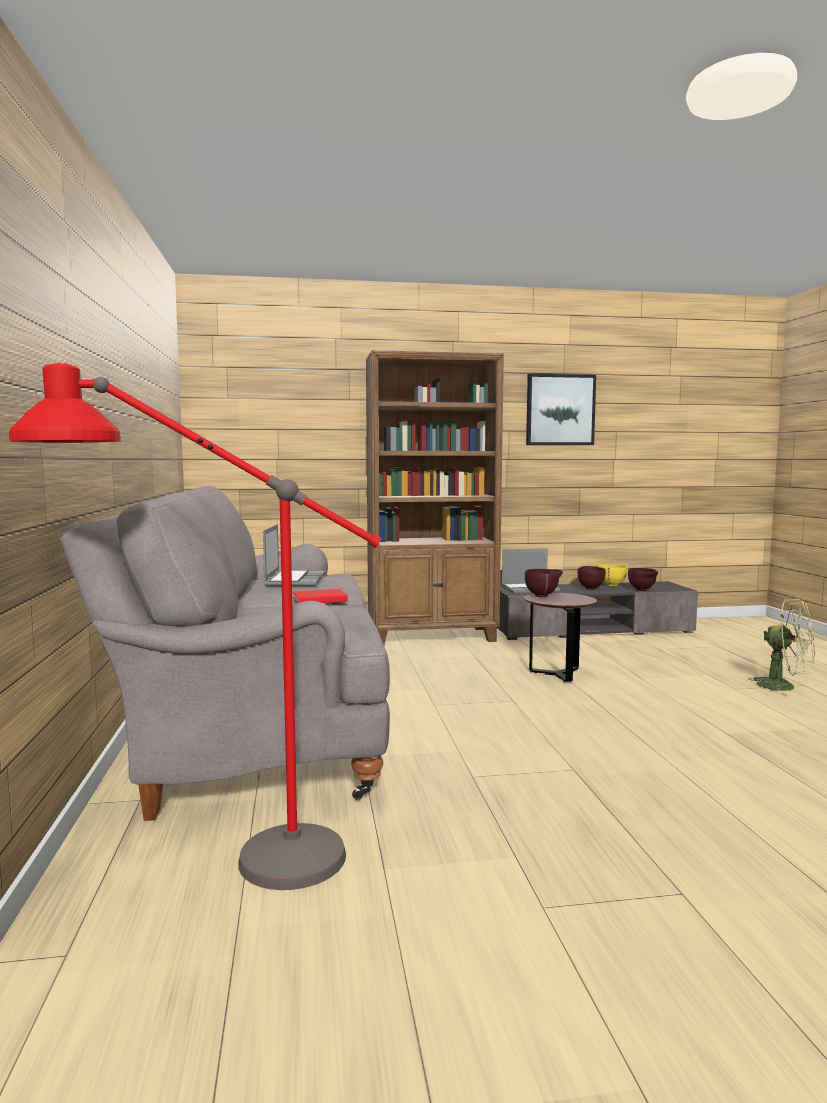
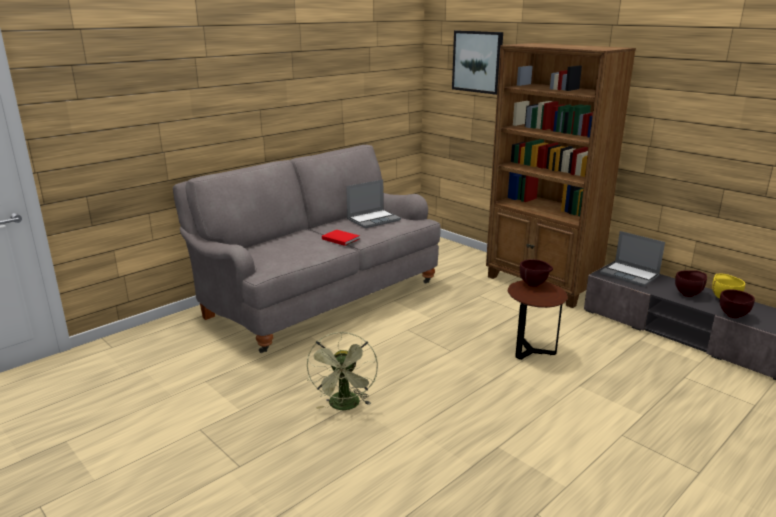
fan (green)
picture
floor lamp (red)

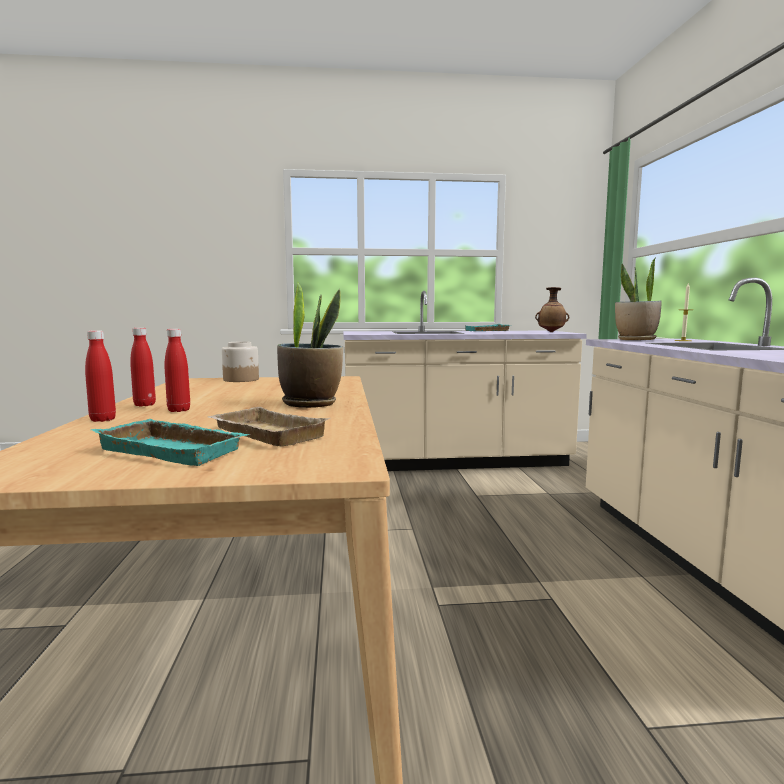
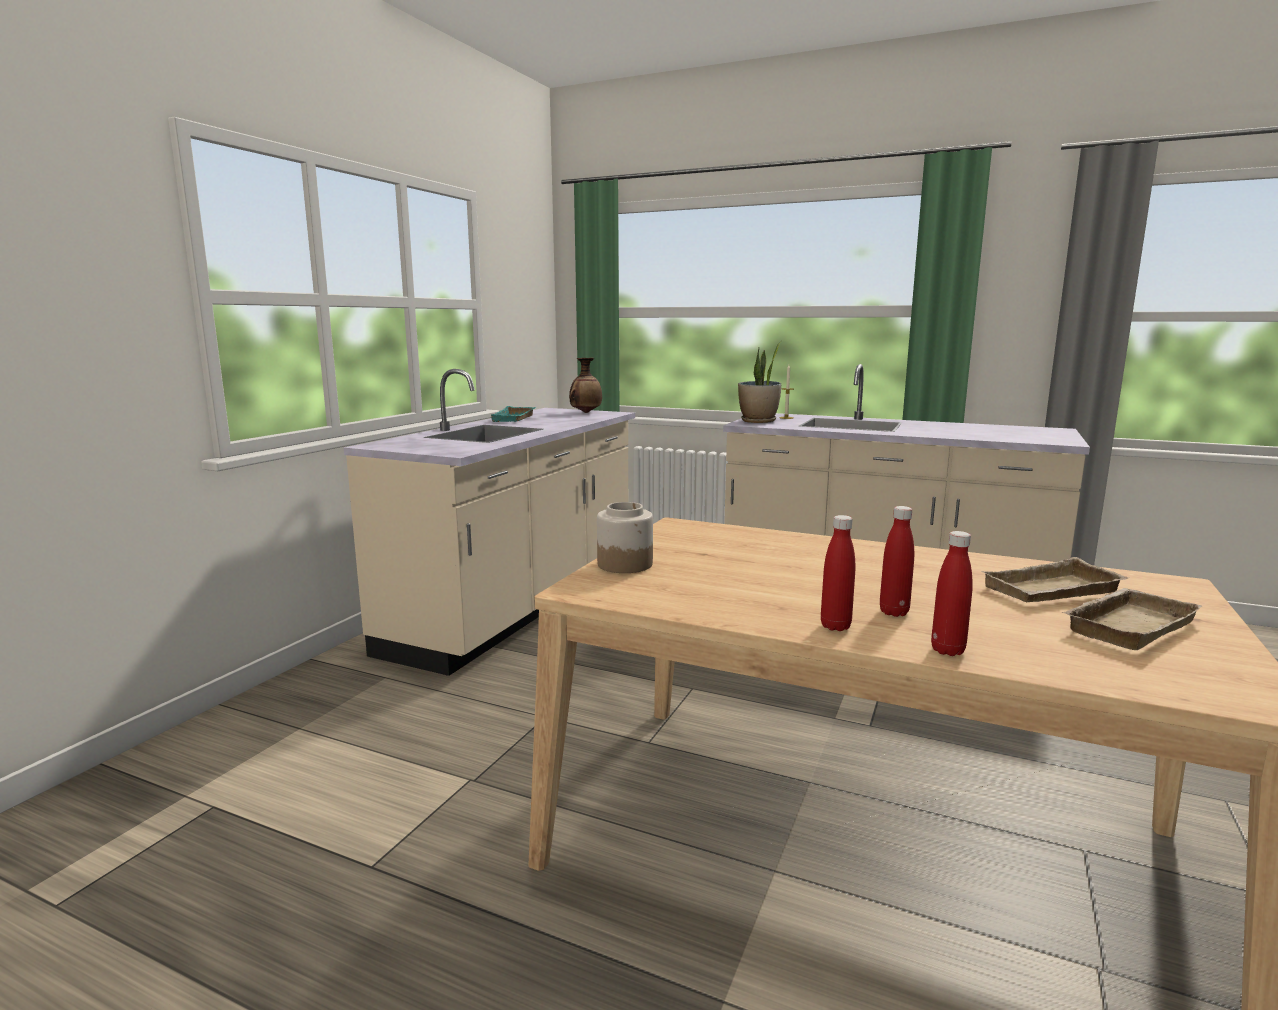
tray (beige) (2nd from left)
potted plant (1st from left in the first image)

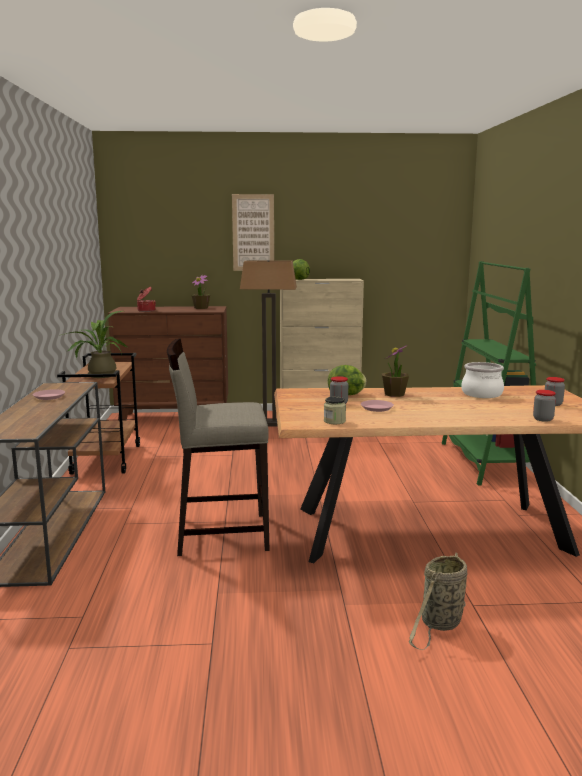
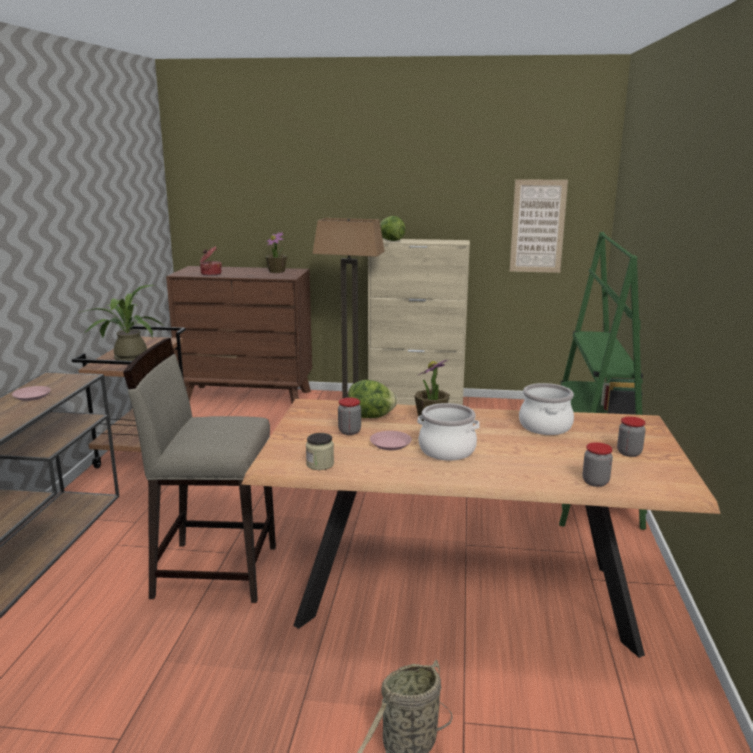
cooking pot (2nd from left)
picture

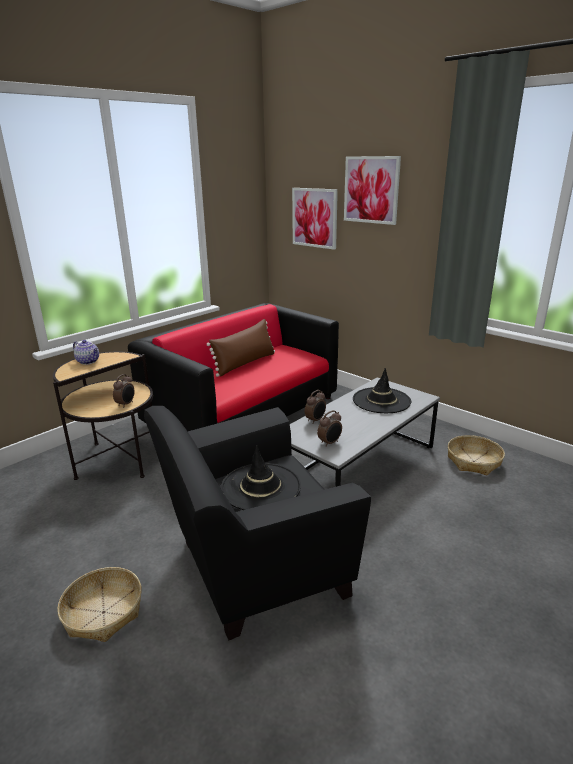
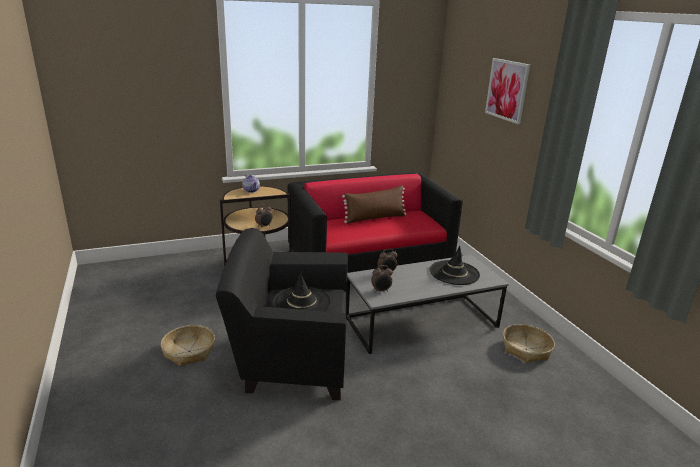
picture (1st from left in the first image)

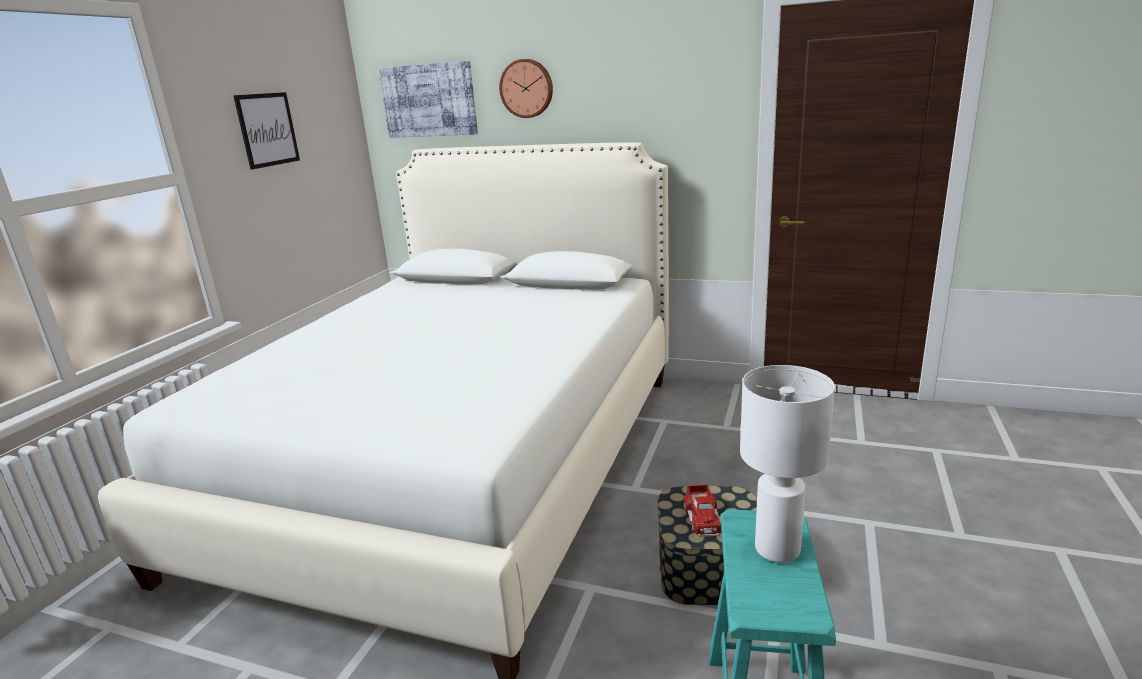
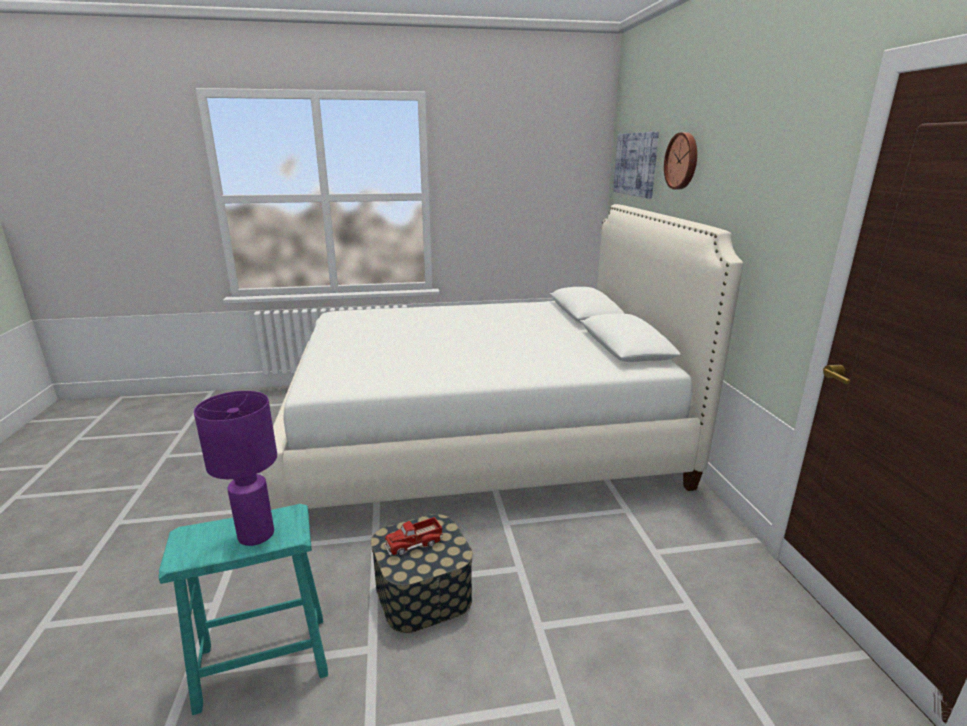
table lamp (purple)
picture (1st from left in the first image)

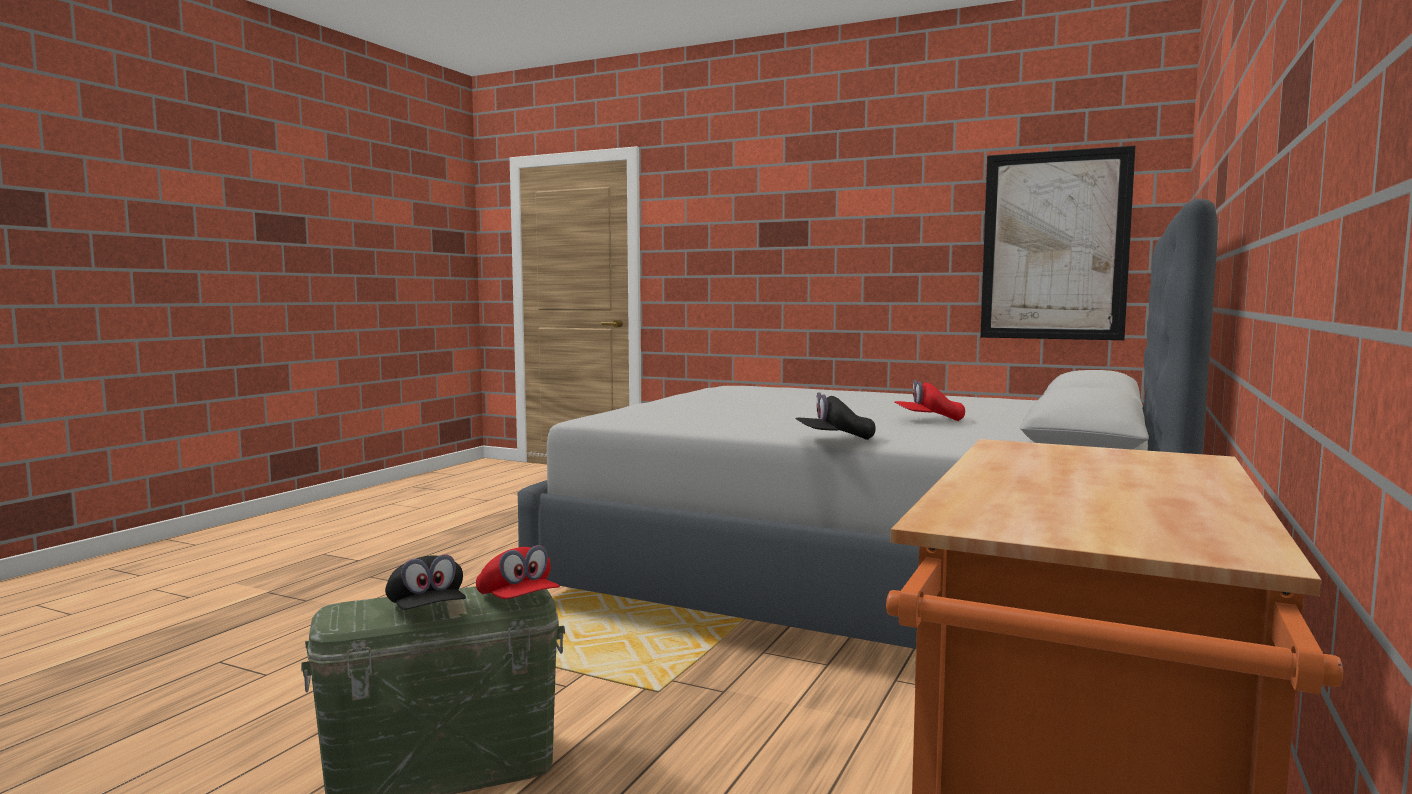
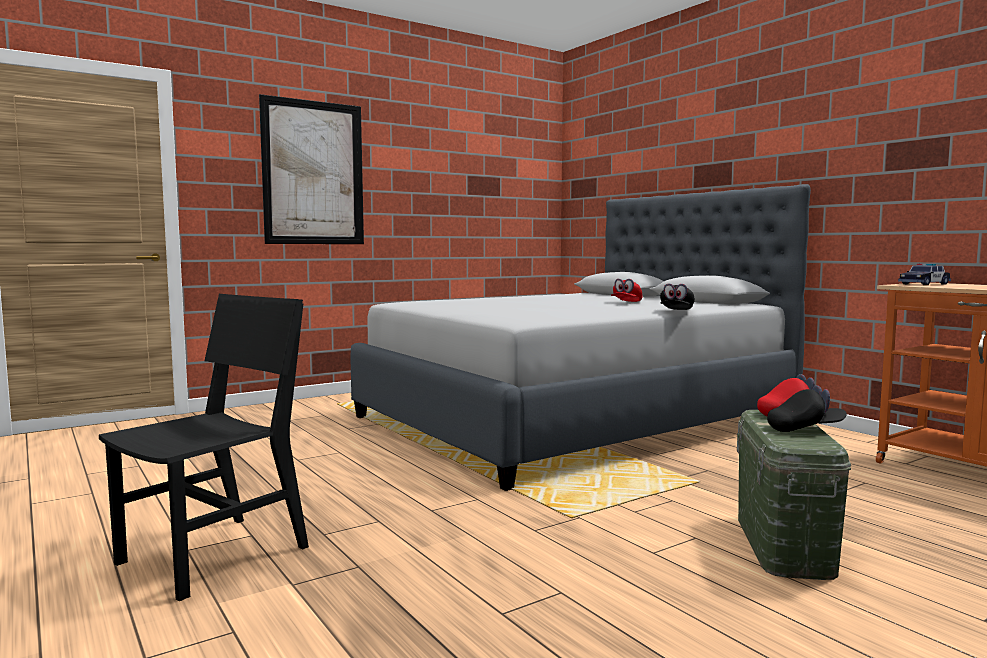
chair (black)
picture
toy car

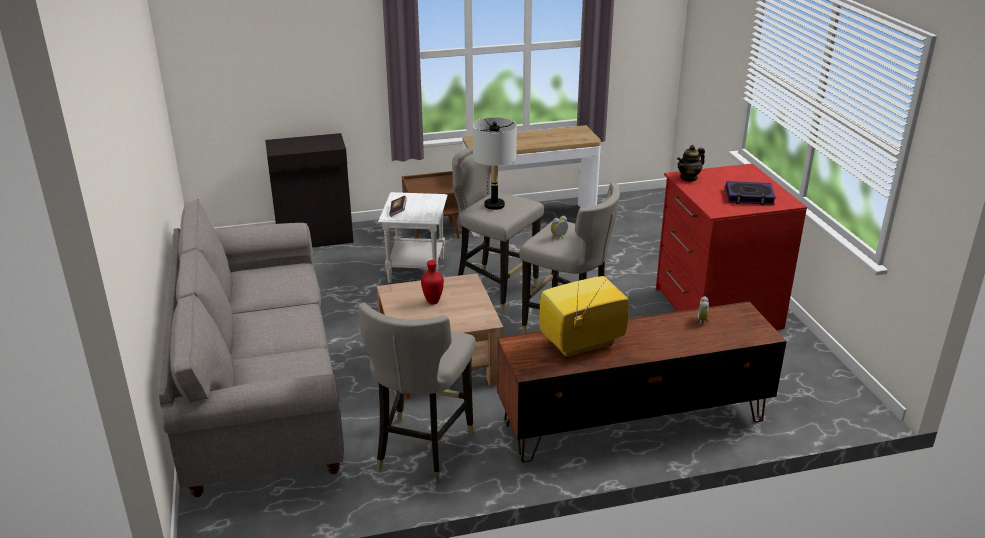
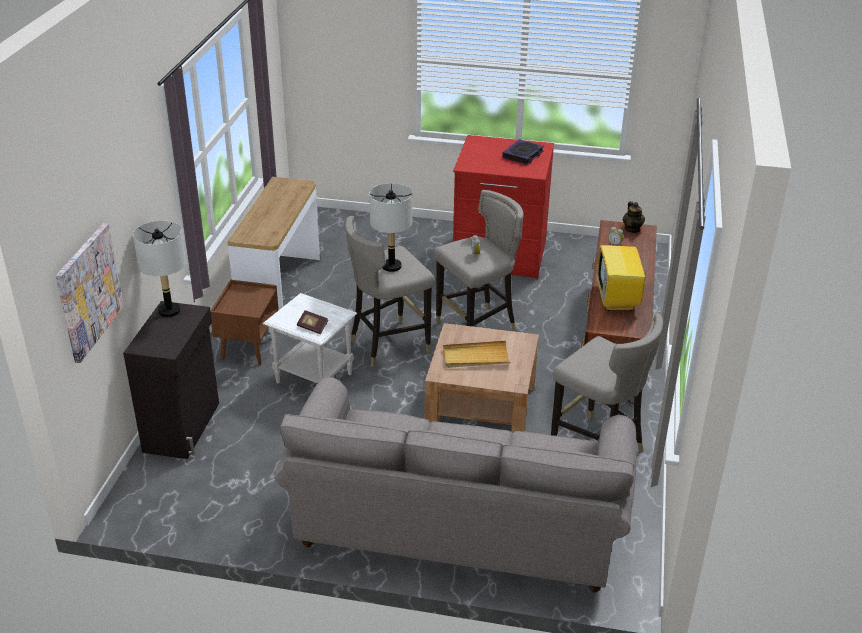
picture
table lamp (grey) (1st from left)
tray (beige)
teapot

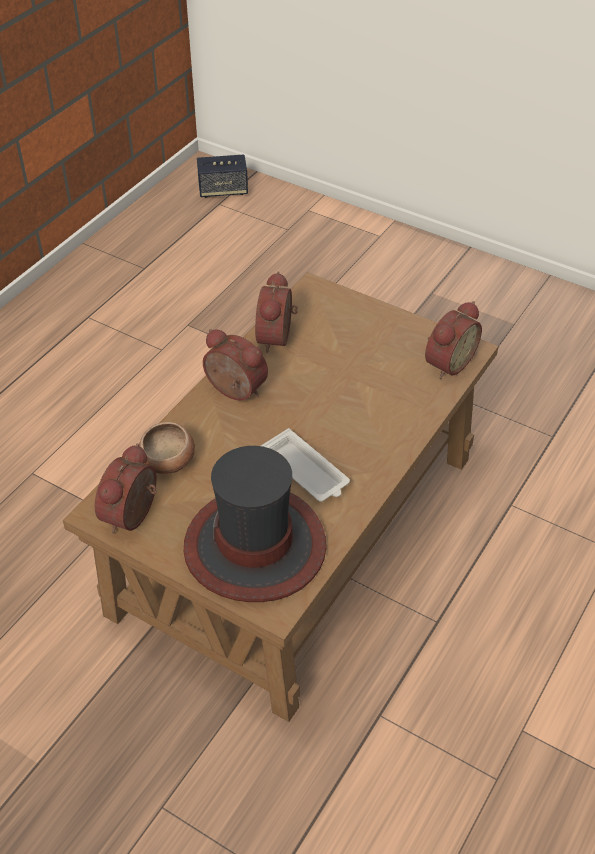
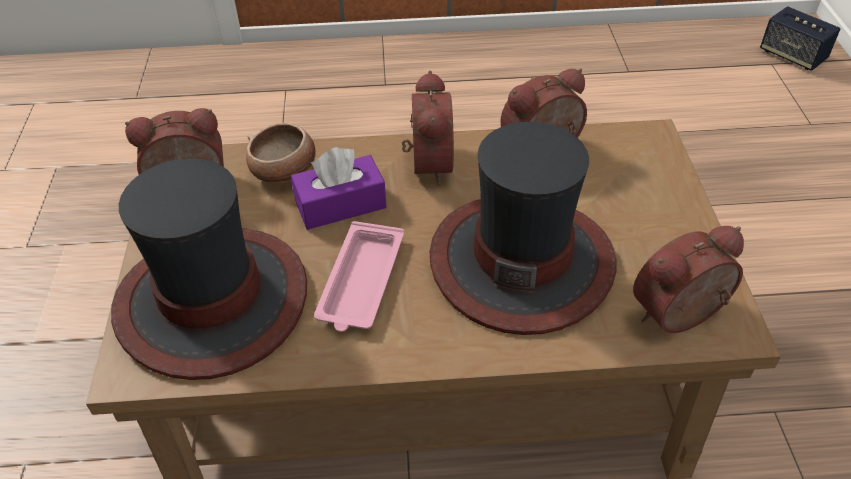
tissue box (purple)
tray (pink)
hat (2nd from left)
alarm clock (4th from left)

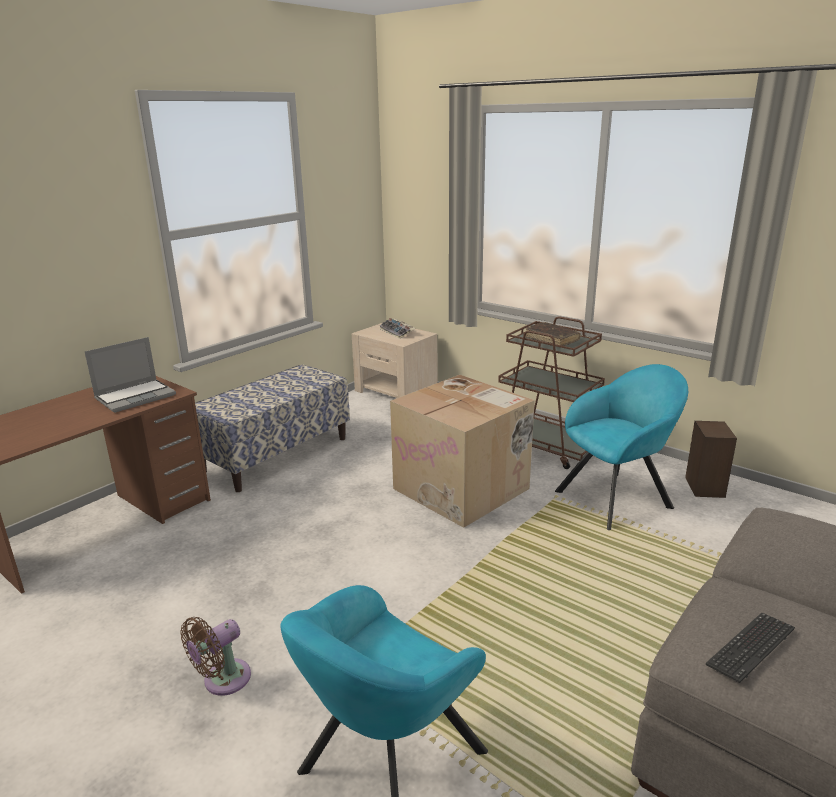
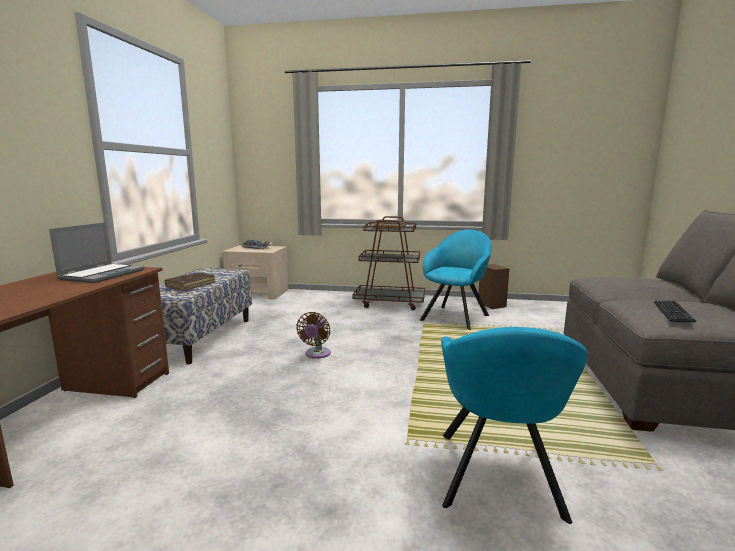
book (brown) (1st from left)
fan (brown)
cardboard box

